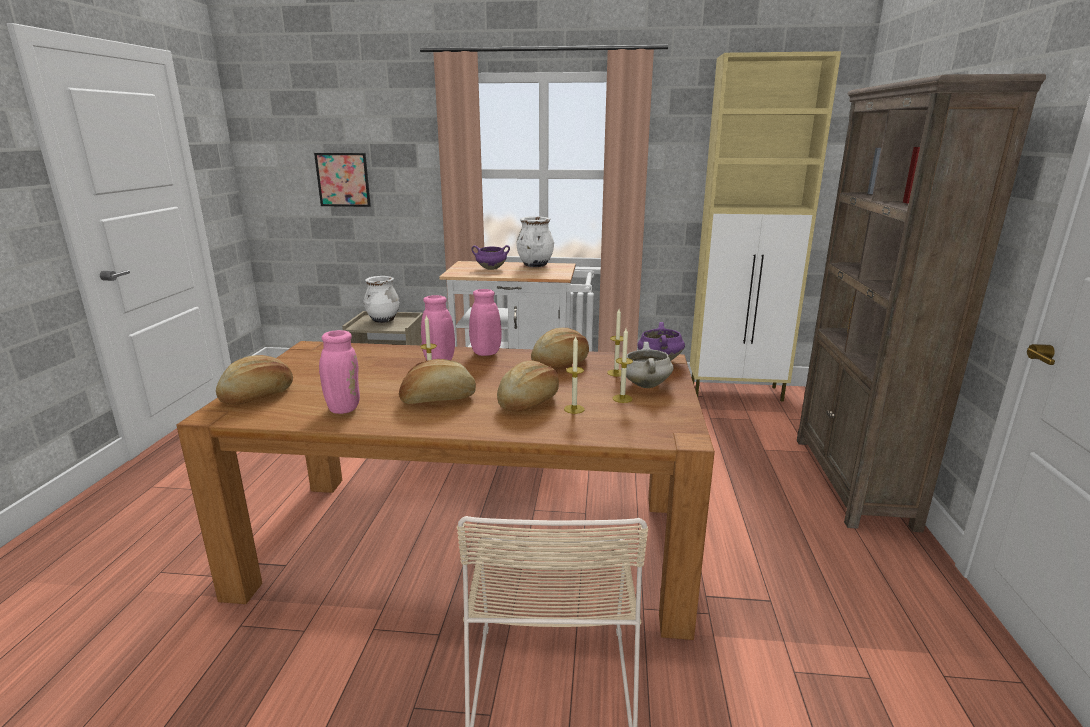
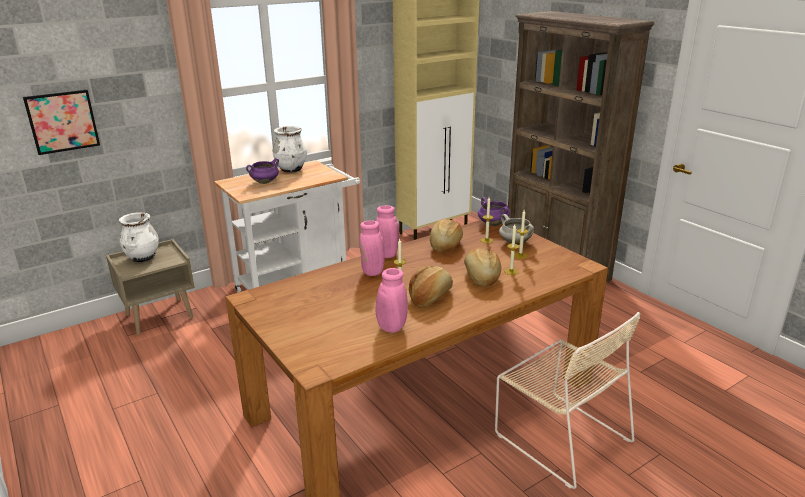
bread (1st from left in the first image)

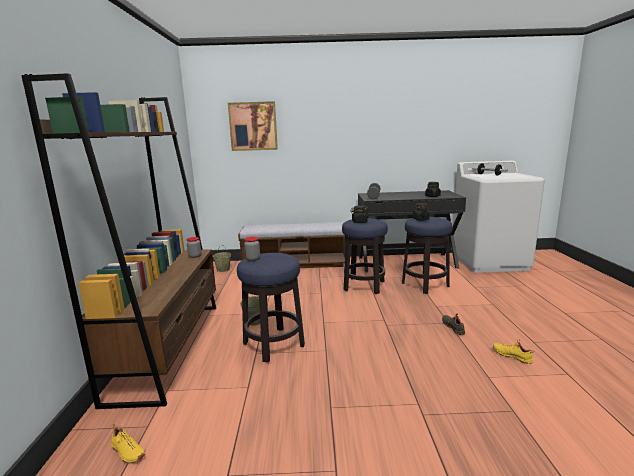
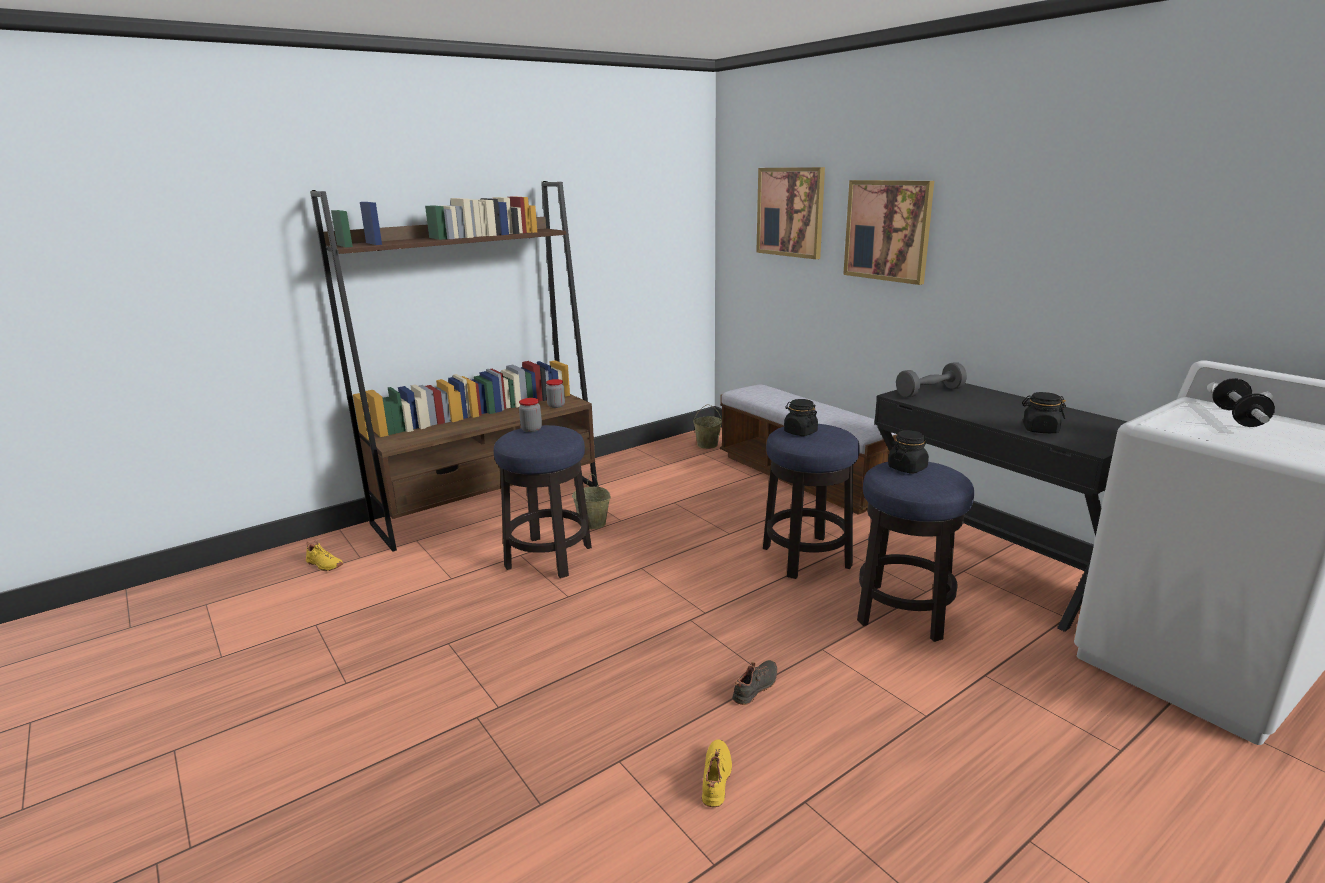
shoe (yellow) (1st from left)
picture (2nd from left)

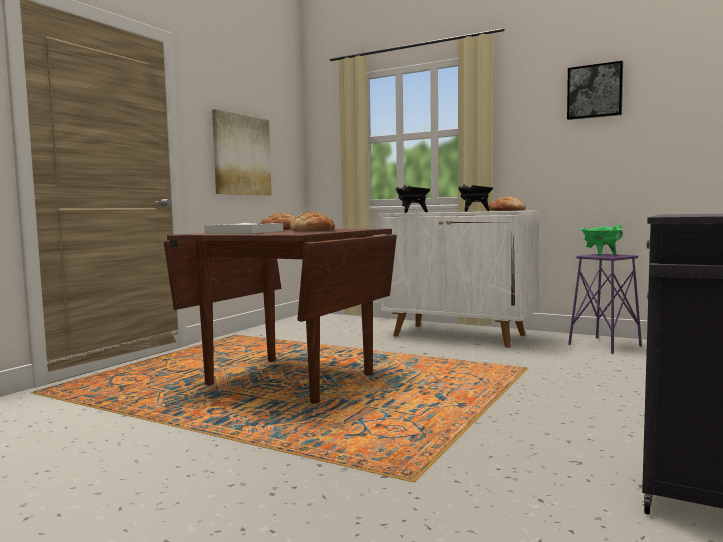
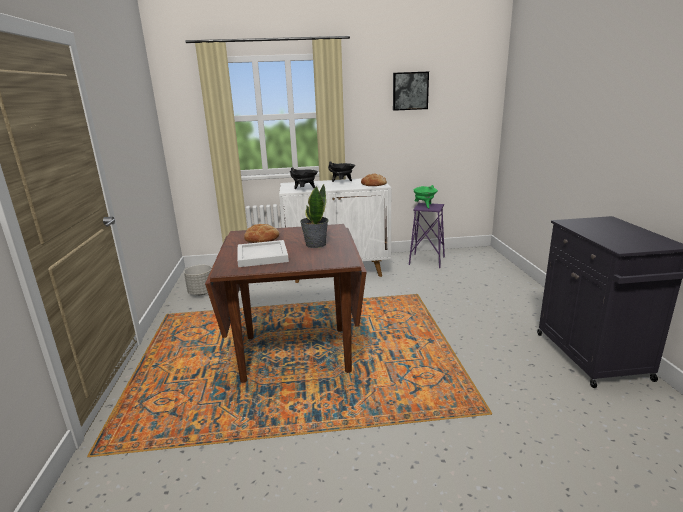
planter (grey)
potted plant
picture (1st from left in the first image)

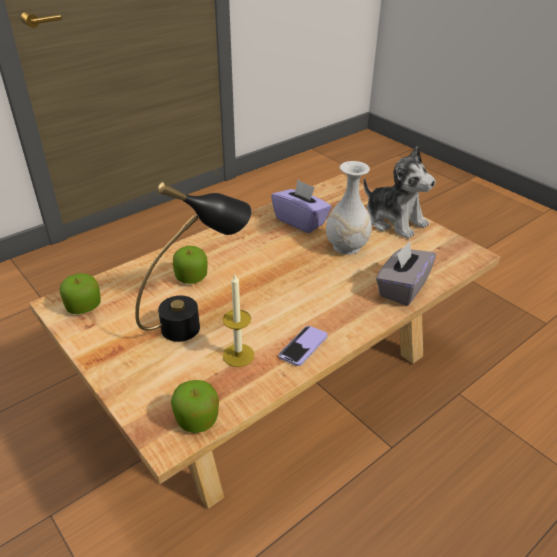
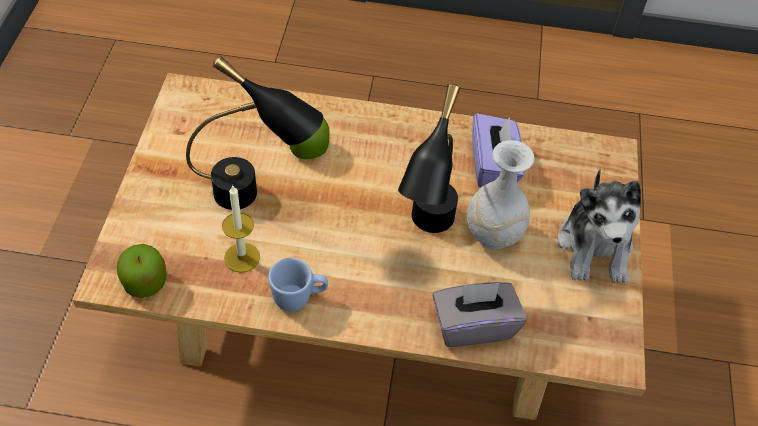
mug (blue)
table lamp (black) (2nd from left)
apple (1st from left in the first image)

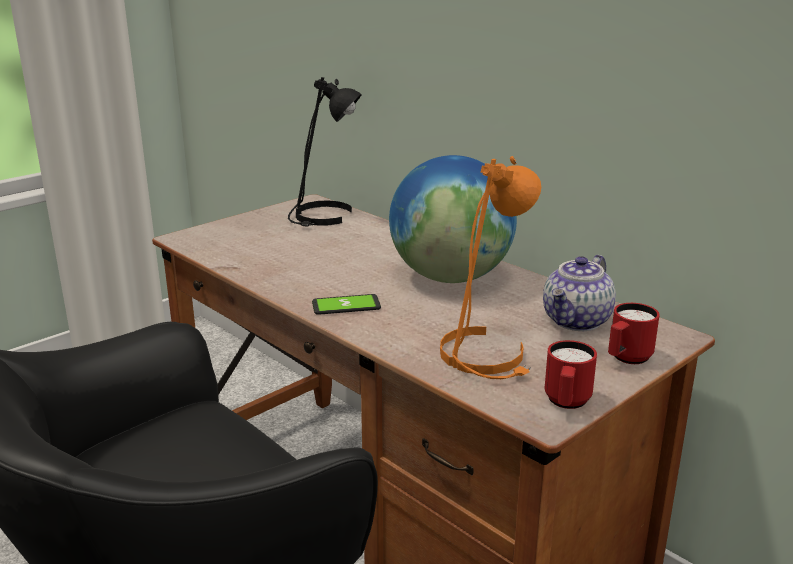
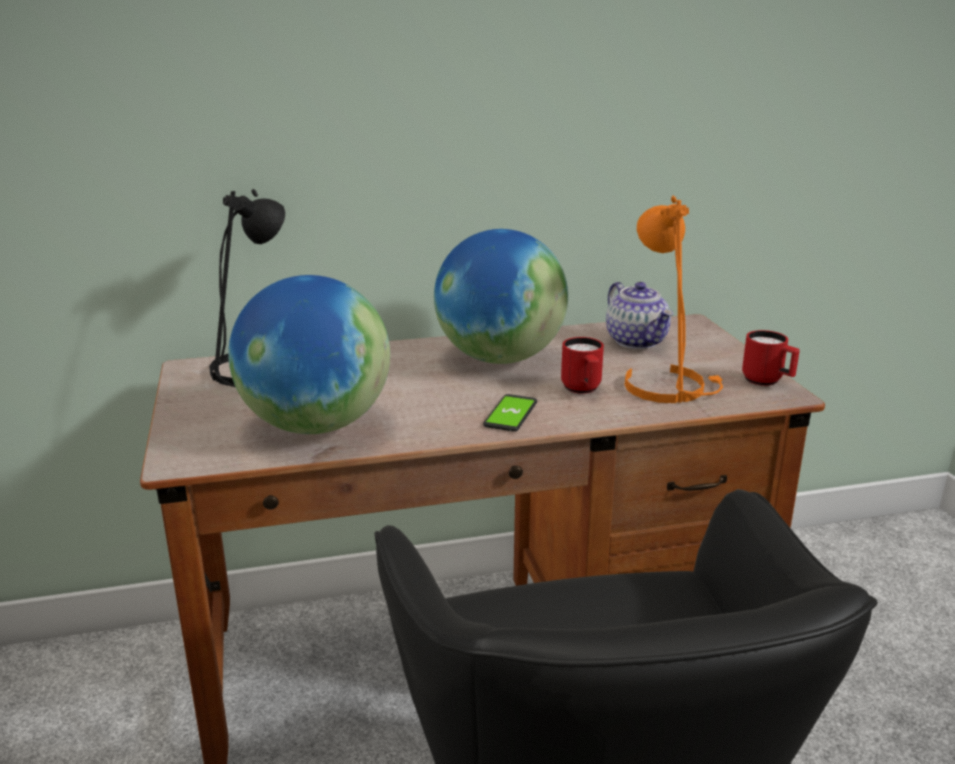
globe (1st from left)
mug (red) (1st from left)

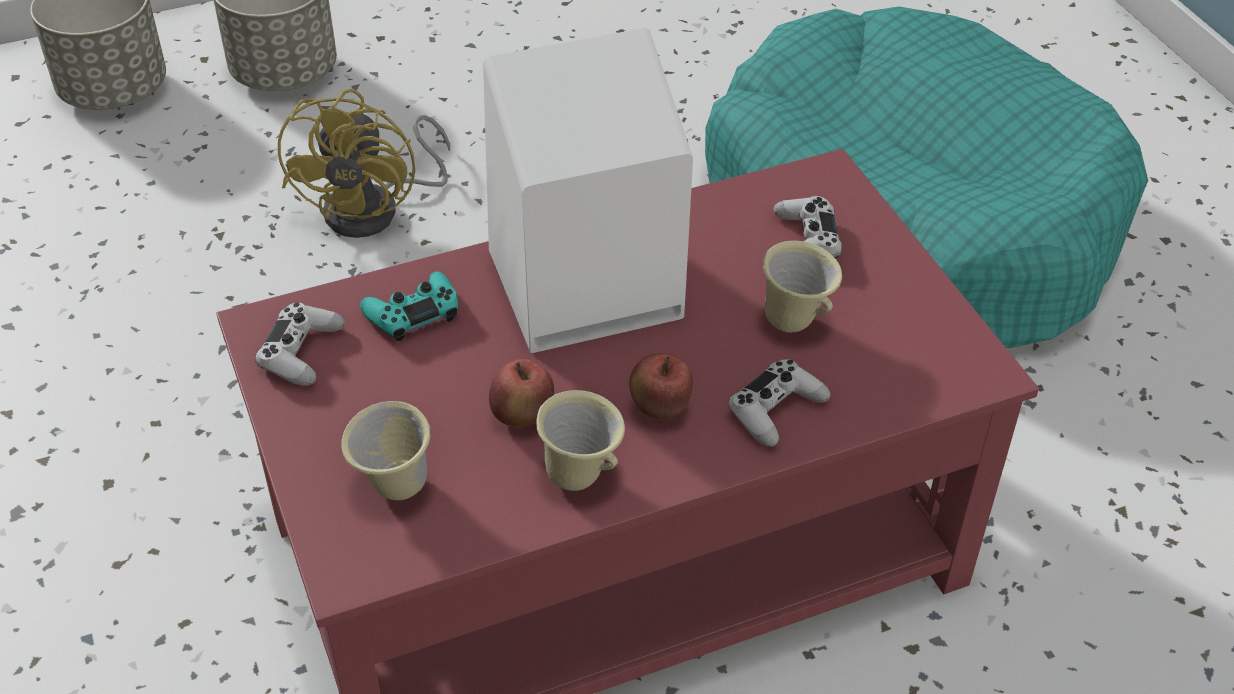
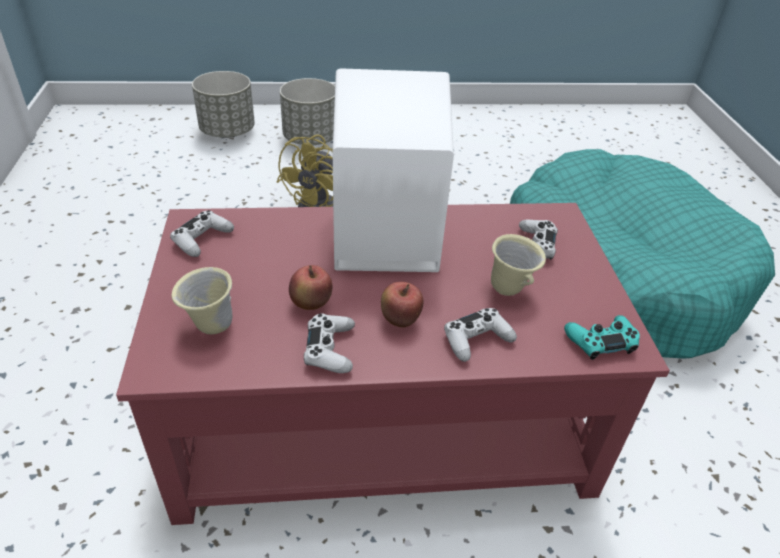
game controller (white) (2nd from left)
game controller (turquoise)

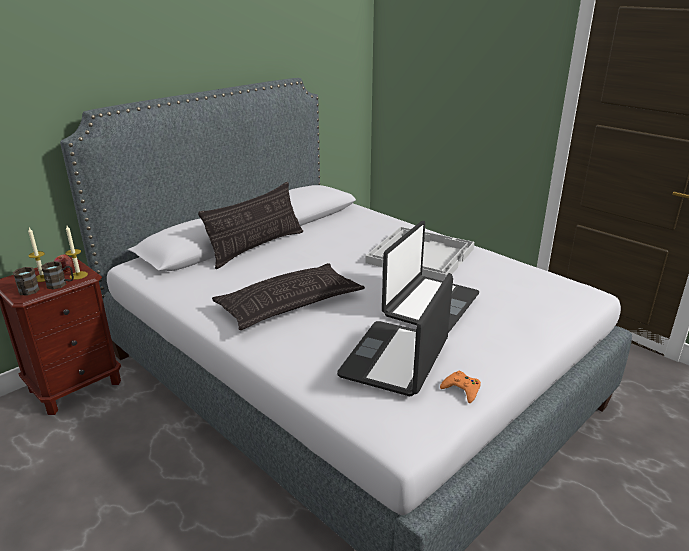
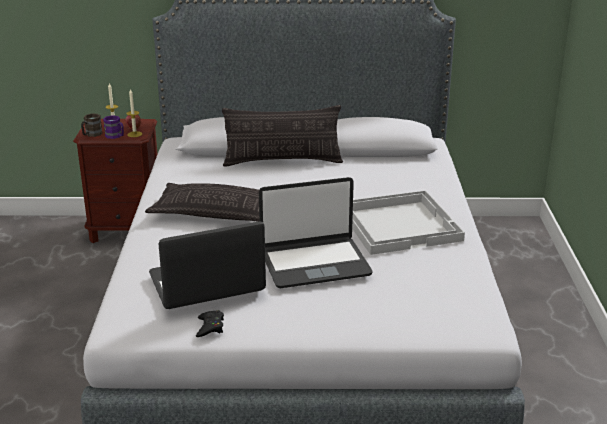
mug (purple)
game controller (black)

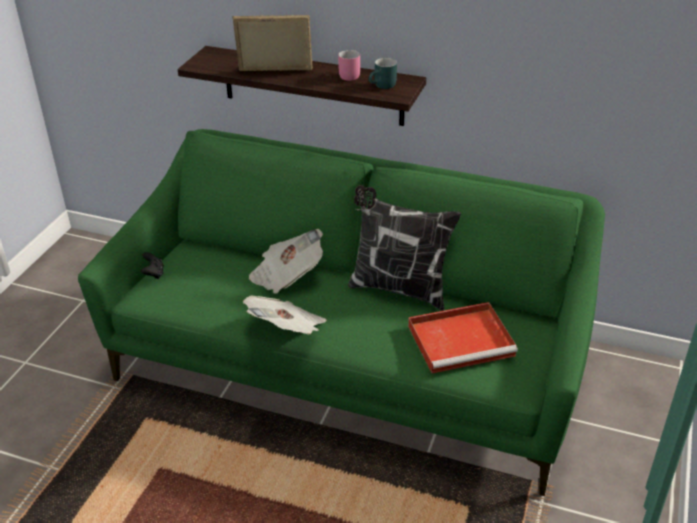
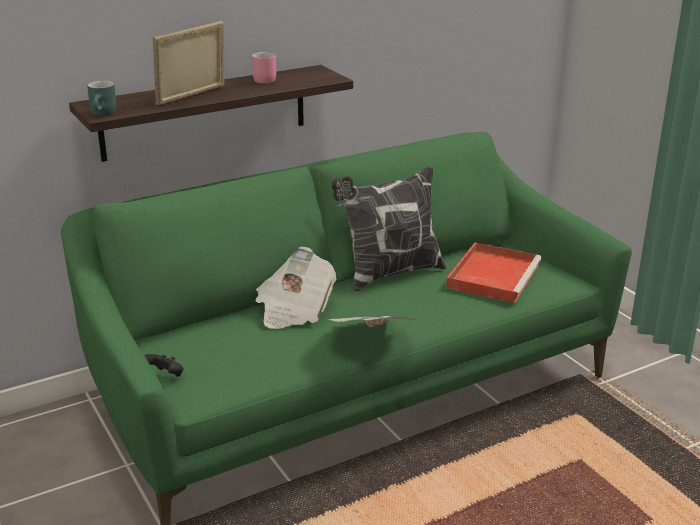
mug (turquoise)

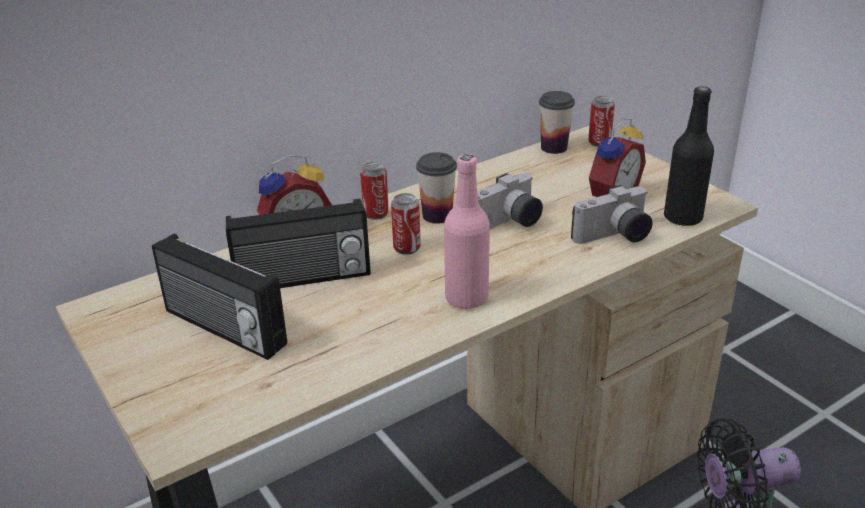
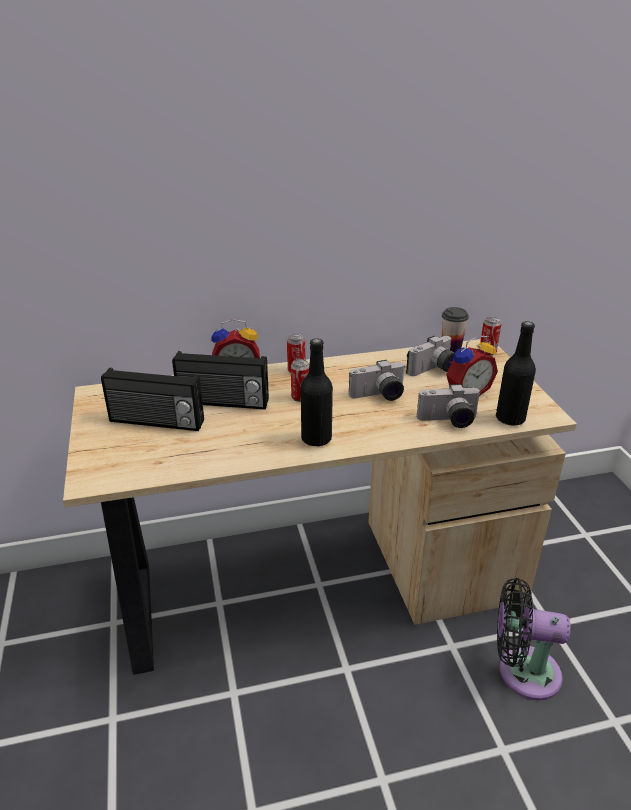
radio (1st from left)
bottle (black) (1st from left)
photo camera (2nd from left)
cup (1st from left in the first image)

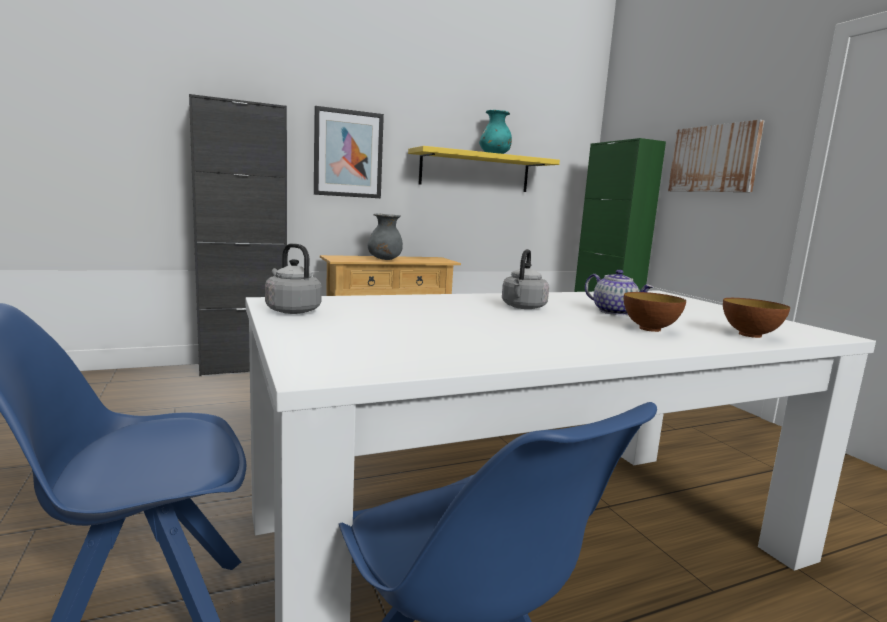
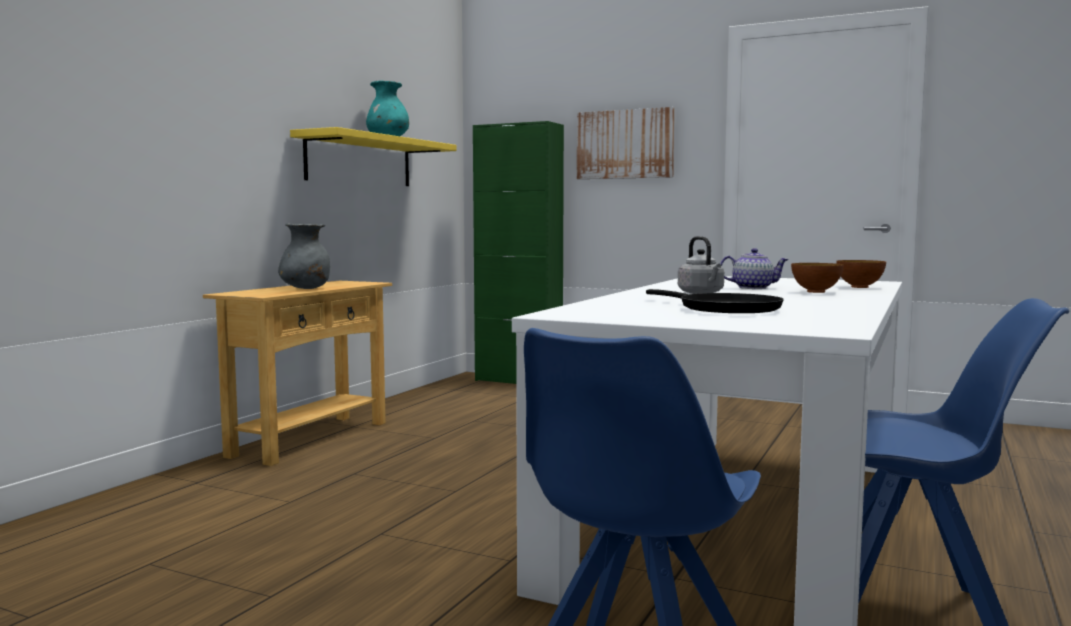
frying pan (black)
cabinet (black)
kettle (grey) (1st from left in the first image)
picture (1st from left in the first image)

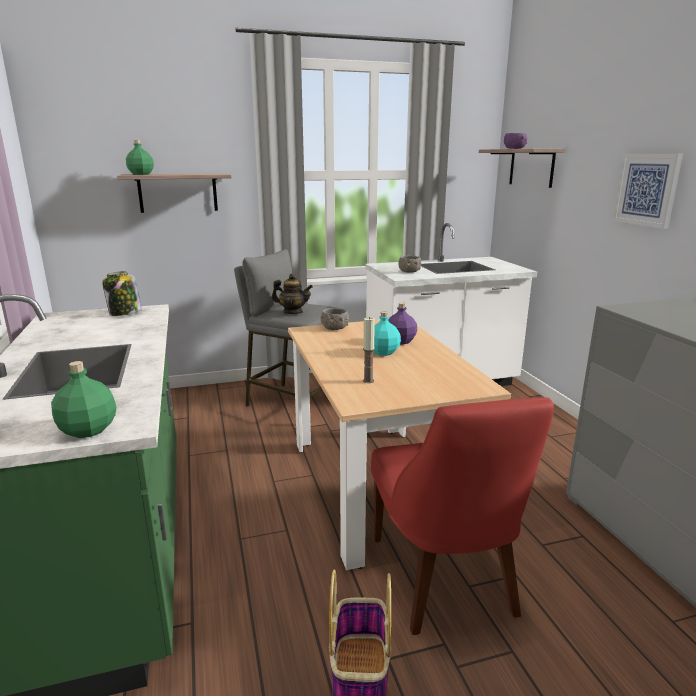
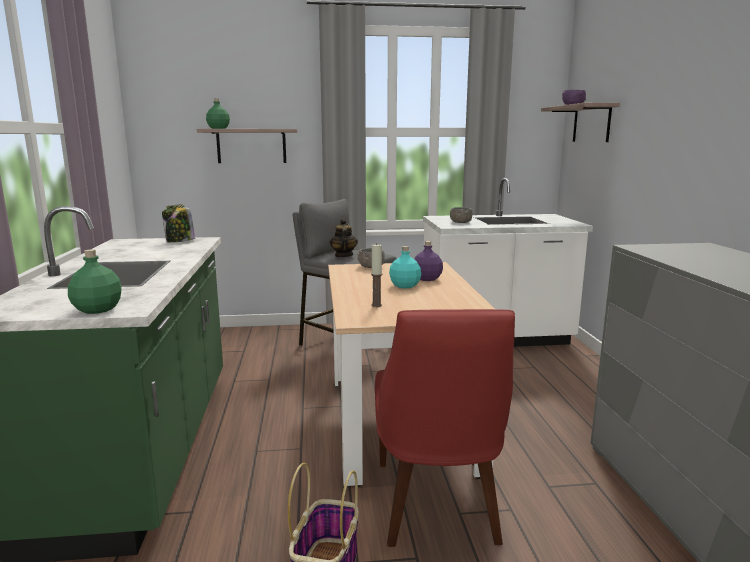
teapot
picture

